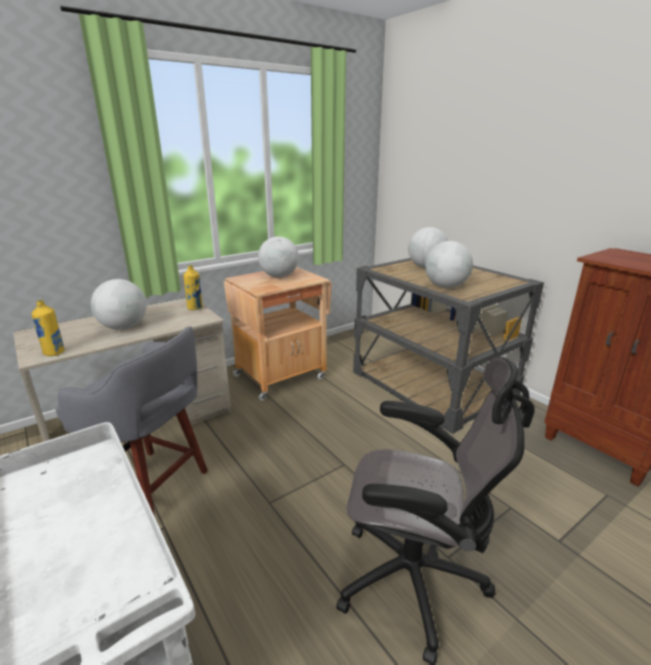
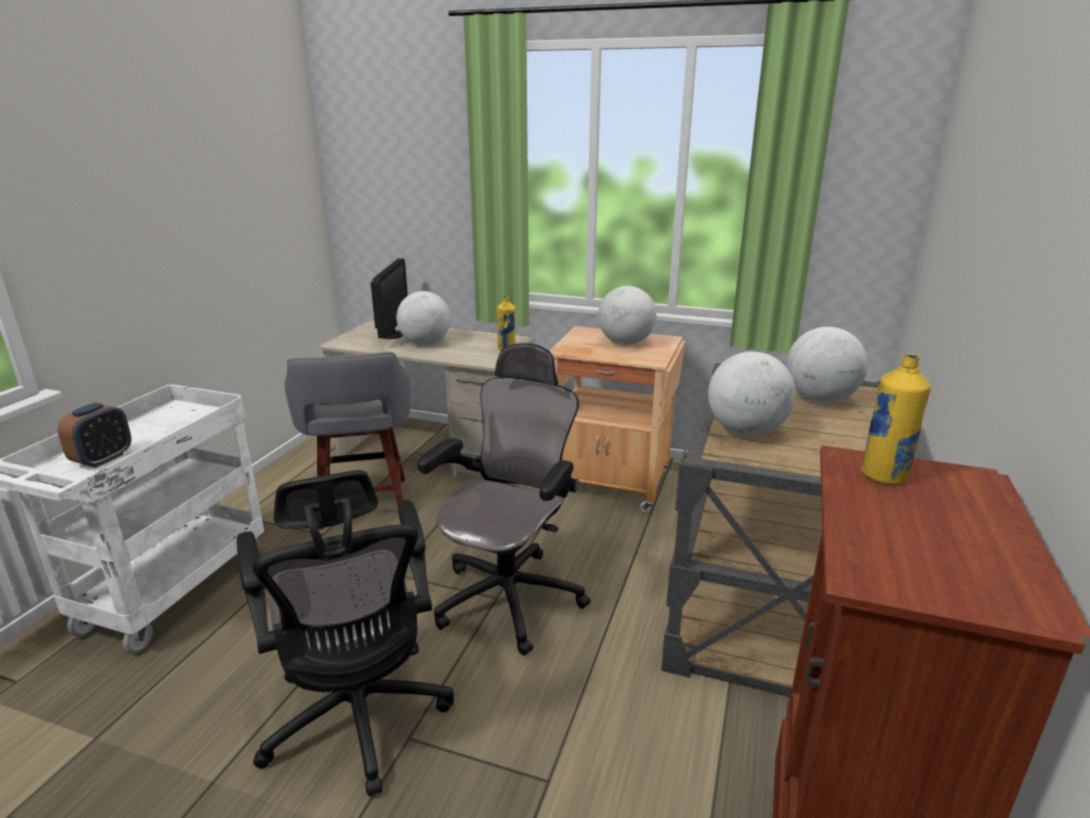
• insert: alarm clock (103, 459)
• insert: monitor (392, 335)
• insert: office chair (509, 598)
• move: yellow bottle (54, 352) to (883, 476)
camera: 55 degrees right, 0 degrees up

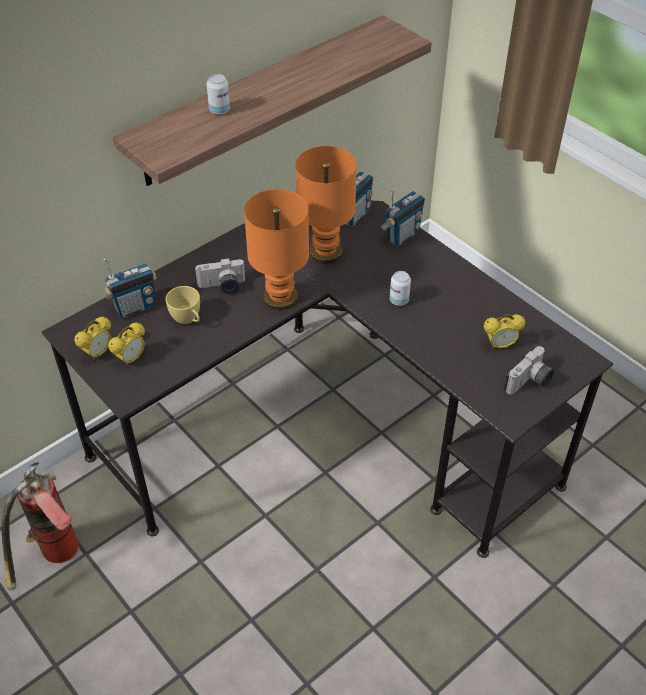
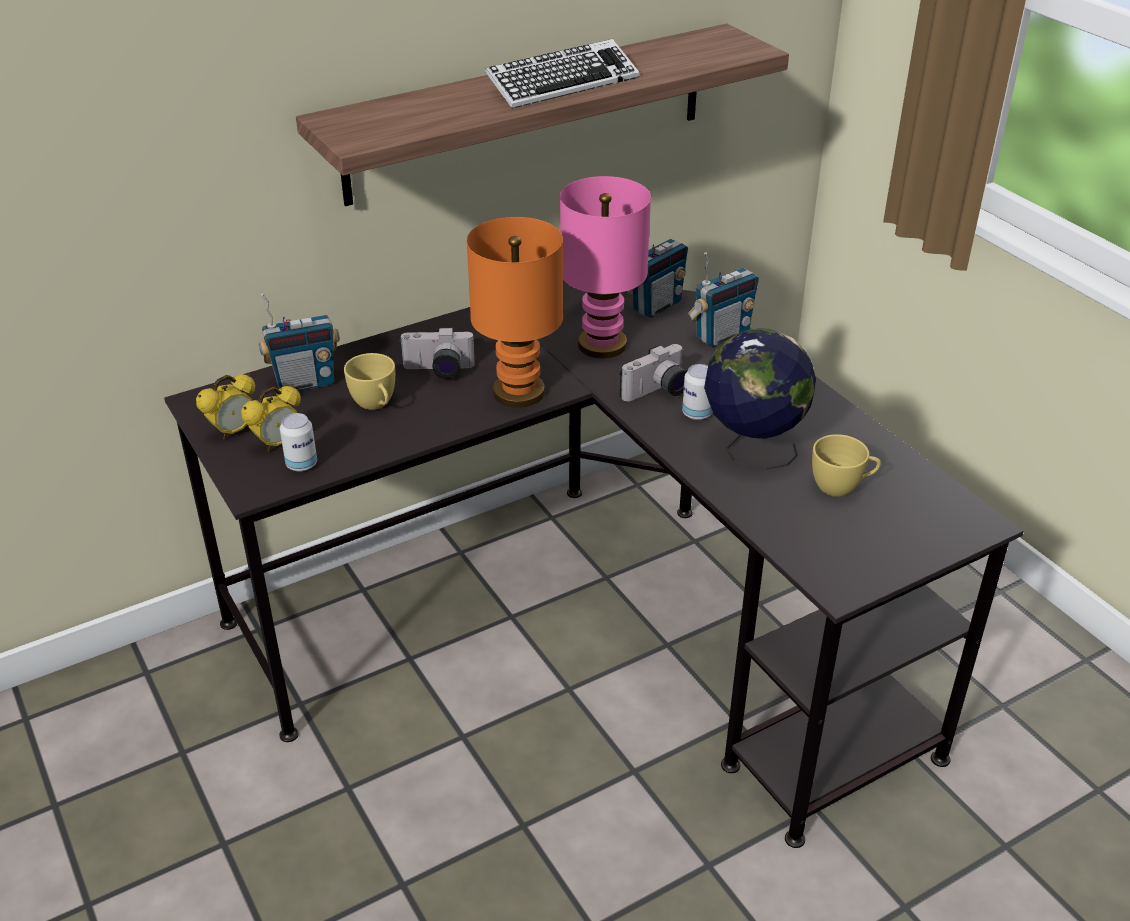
• delete: fire extinguisher (55, 560)
• insert: keyboard (562, 84)
• insert: globe (751, 451)
• move: can (219, 110) to (301, 464)
• move: photo camera (529, 382) to (658, 392)
• replace: alarm clock (500, 345) to yellow cup (842, 487)
• recolor: orange table lamp (325, 252) to pink table lamp (601, 344)
camera: 10 degrees right, 10 degrees down

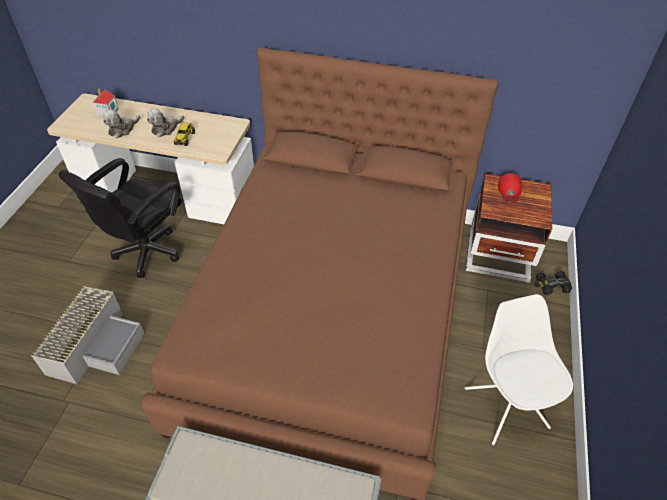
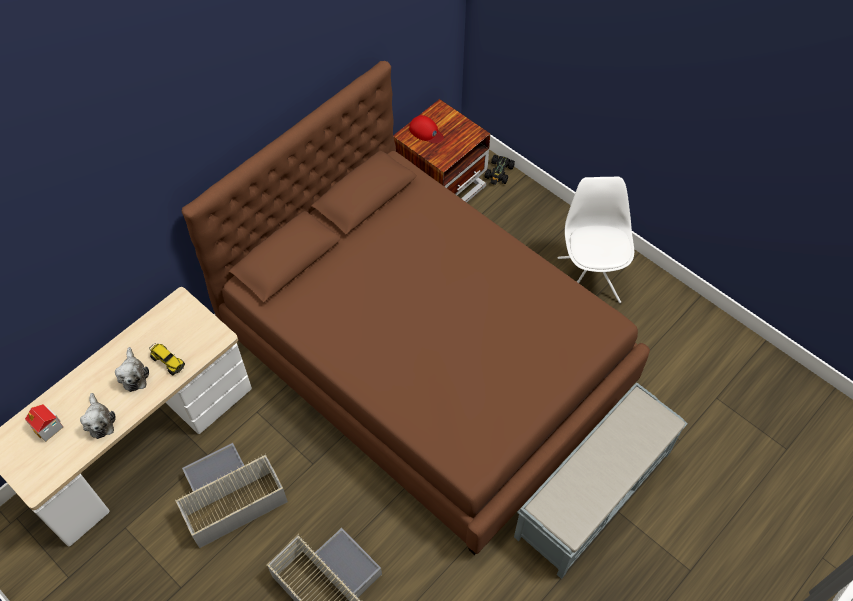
• replace: black office chair (145, 255) to grey storage box (229, 499)
• rotate: white chair (505, 406) = (588, 278) 75 degrees clockwise
camera: 60 degrees left, 10 degrees up

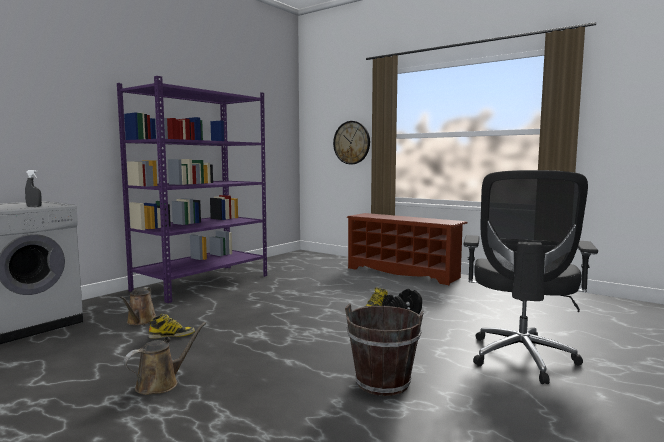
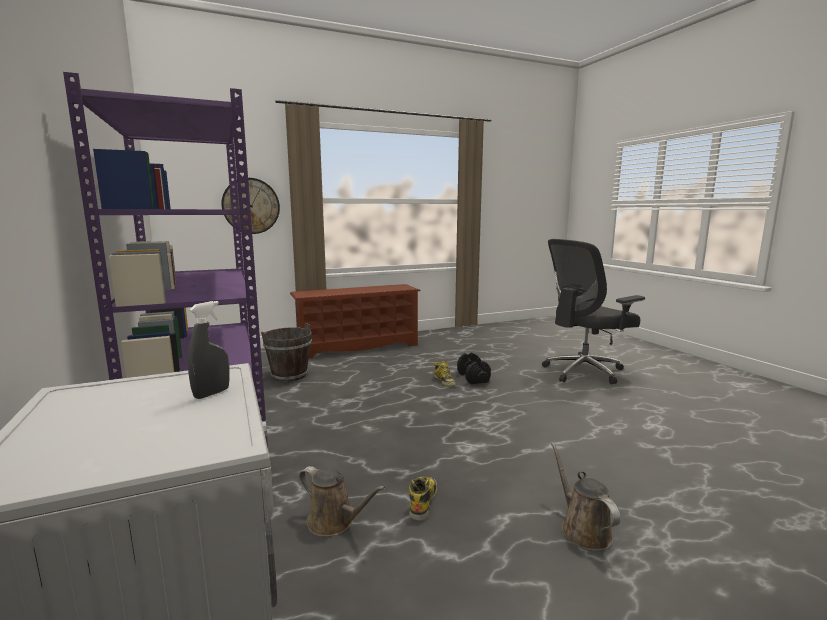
• move: brown bucket (383, 383) to (289, 375)
• rotate: office chair (521, 356) = (584, 371) 105 degrees clockwise
camera: 60 degrees left, 5 degrees up

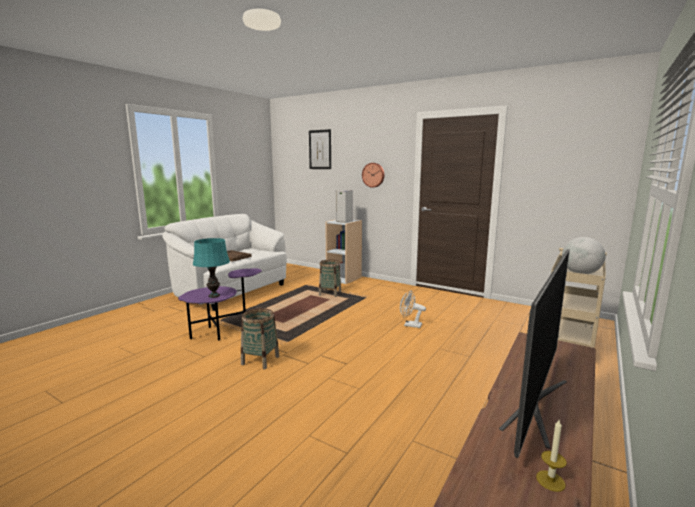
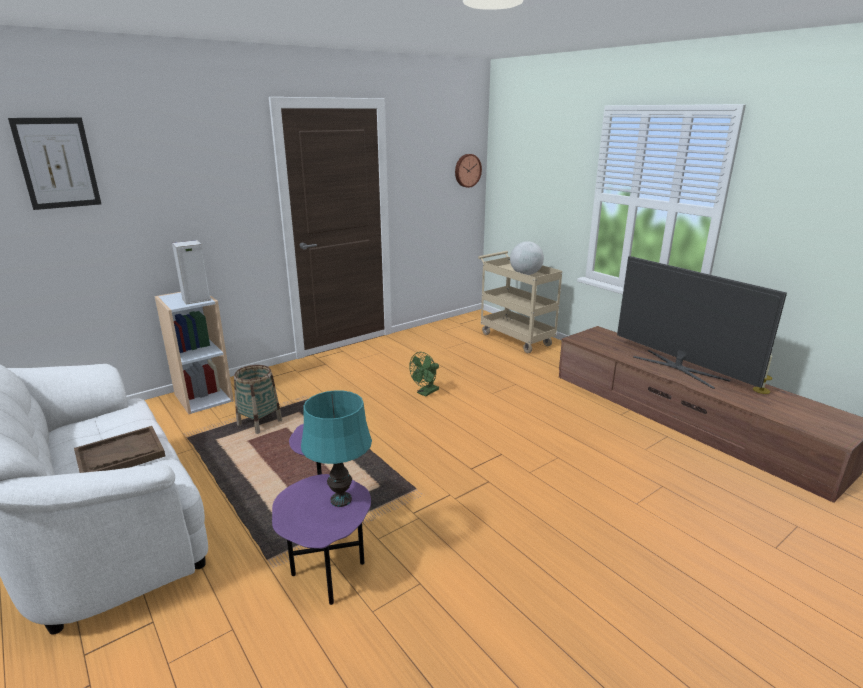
• delete: basket (260, 360)
• move: wall clock (373, 175) to (467, 170)
• recolor: white fan (410, 325) to green fan (425, 393)
camera: 70 degrees left, 10 degrees up

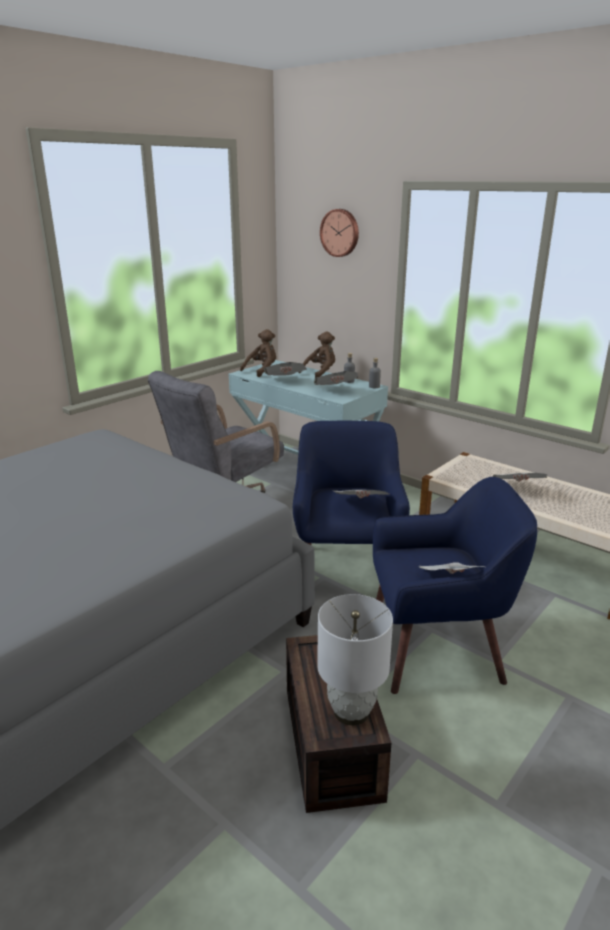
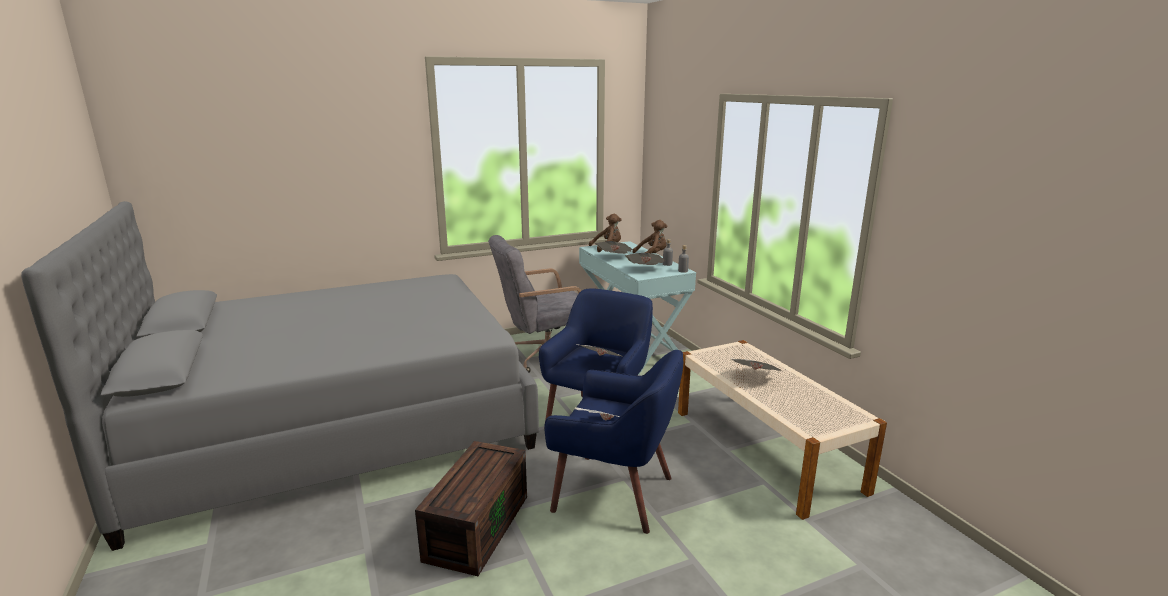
• delete: white table lamp (351, 711)
• delete: wall clock (340, 233)
camera: 25 degrees right, 5 degrees down

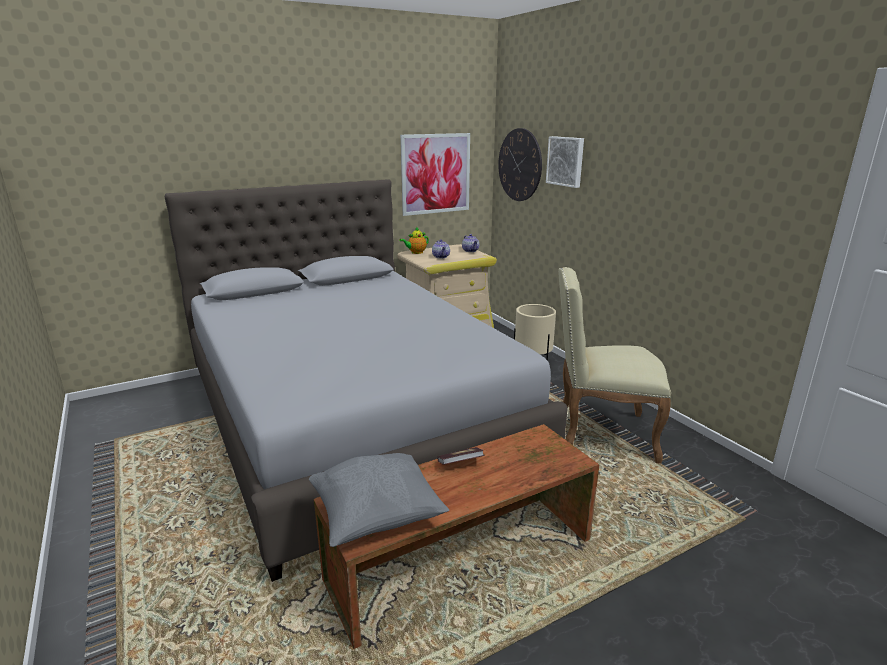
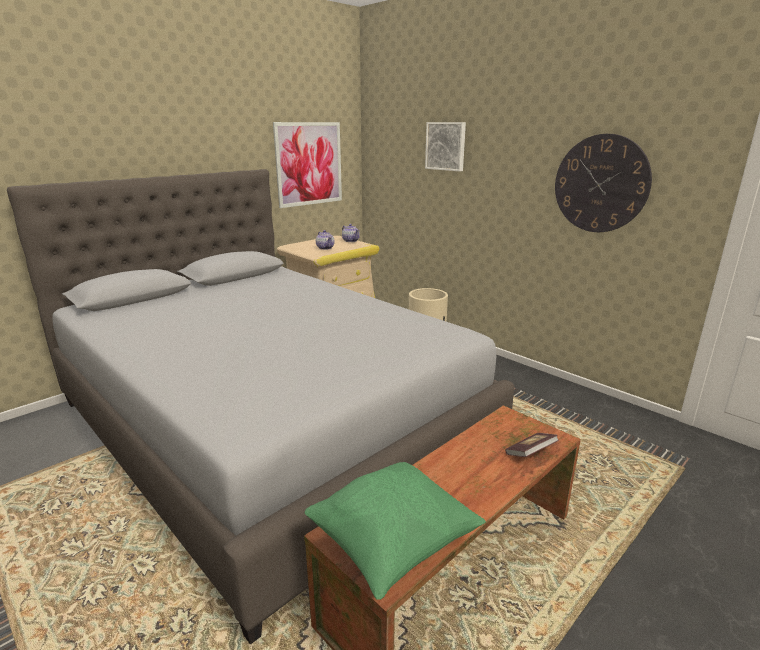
• delete: teapot (416, 252)
• delete: beige chair (602, 434)
• move: book (460, 464) to (530, 453)
• move: wall clock (520, 165) to (600, 184)
• recolor: grey pillow (376, 518) to green pillow (392, 545)
camera: 15 degrees left, 0 degrees up

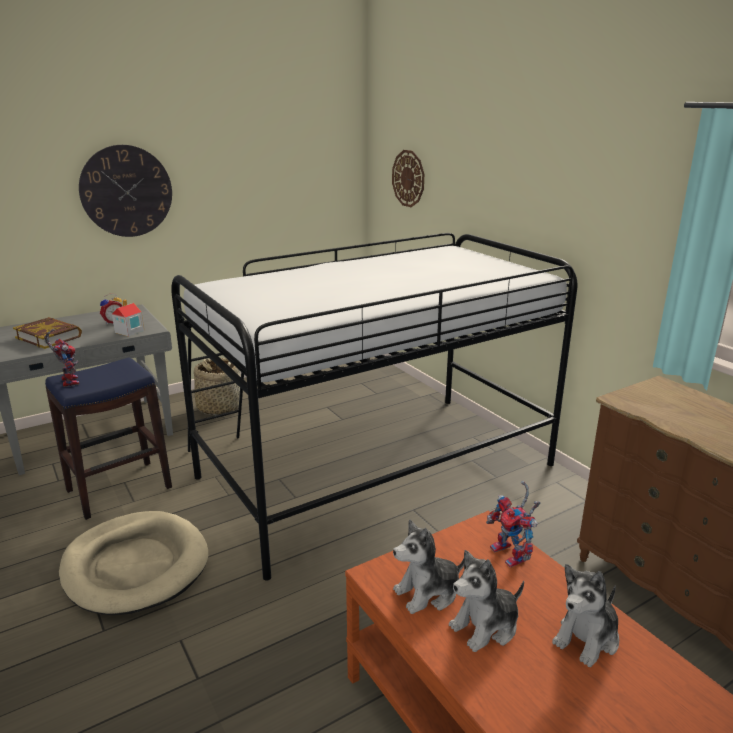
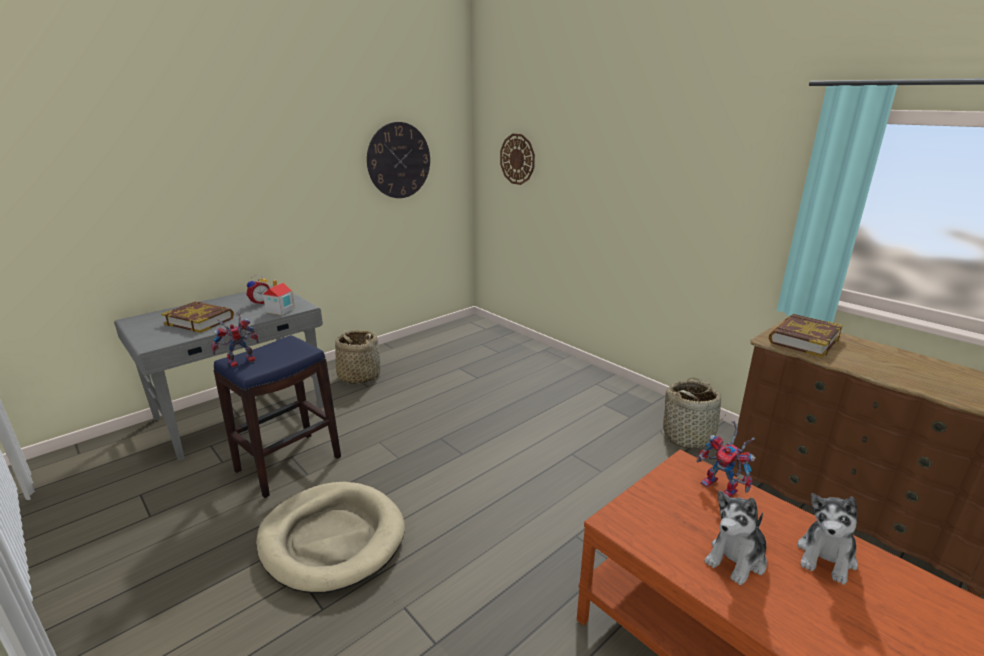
• delete: black bed (371, 470)
• delete: plush toy (428, 593)
• insert: basket (688, 436)
• insert: book (803, 340)
• move: wall clock (126, 191) to (399, 160)
• rotate: toy robot (68, 381) = (240, 363) 90 degrees counterclockwise
camera: 10 degrees left, 0 degrees up

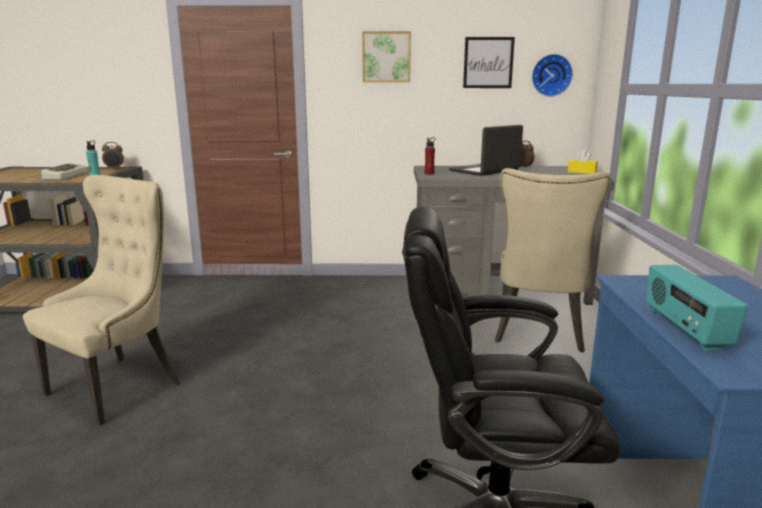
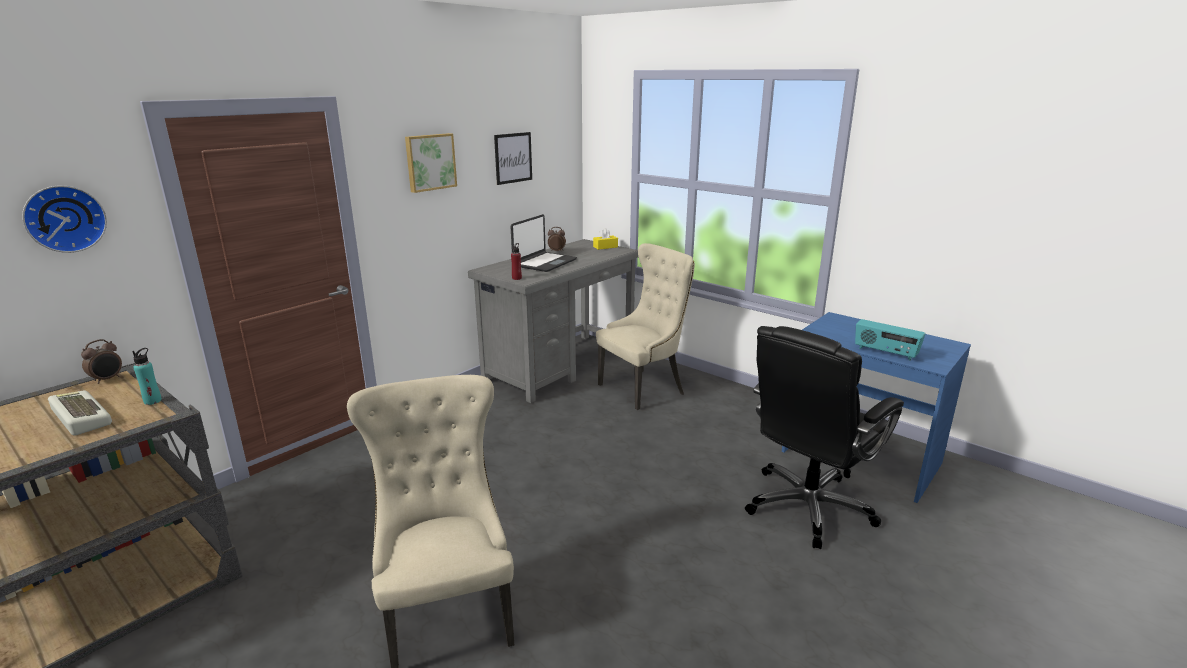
• move: wall clock (551, 75) to (64, 218)
• rotate: laptop (485, 171) = (544, 263) 150 degrees counterclockwise
• rotate: beige chair (538, 333) = (642, 388) 90 degrees counterclockwise
camera: 50 degrees left, 5 degrees up

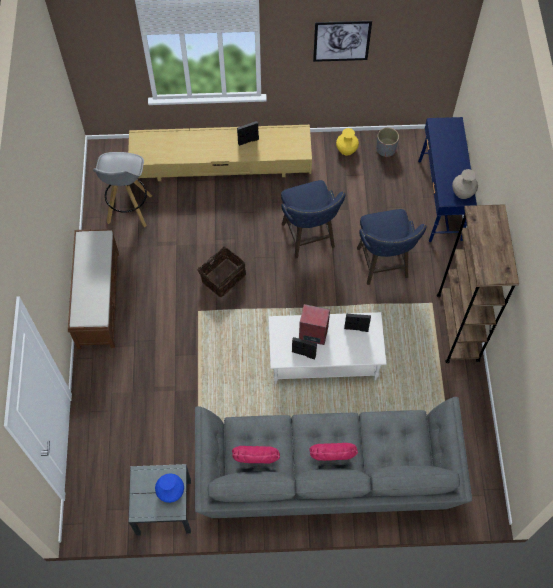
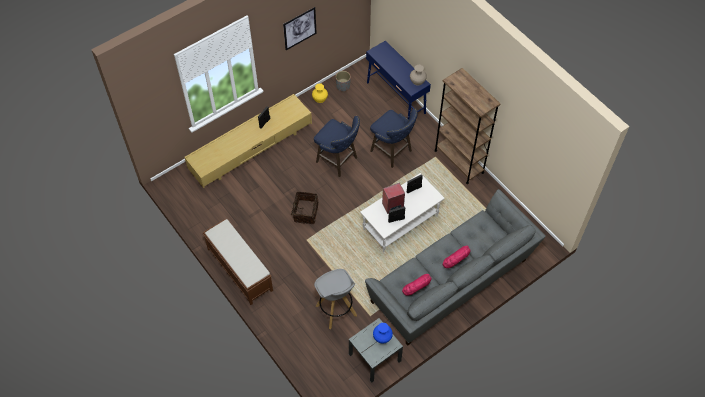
• move: grey stool (128, 210) to (336, 311)
camera: 35 degrees left, 5 degrees down

